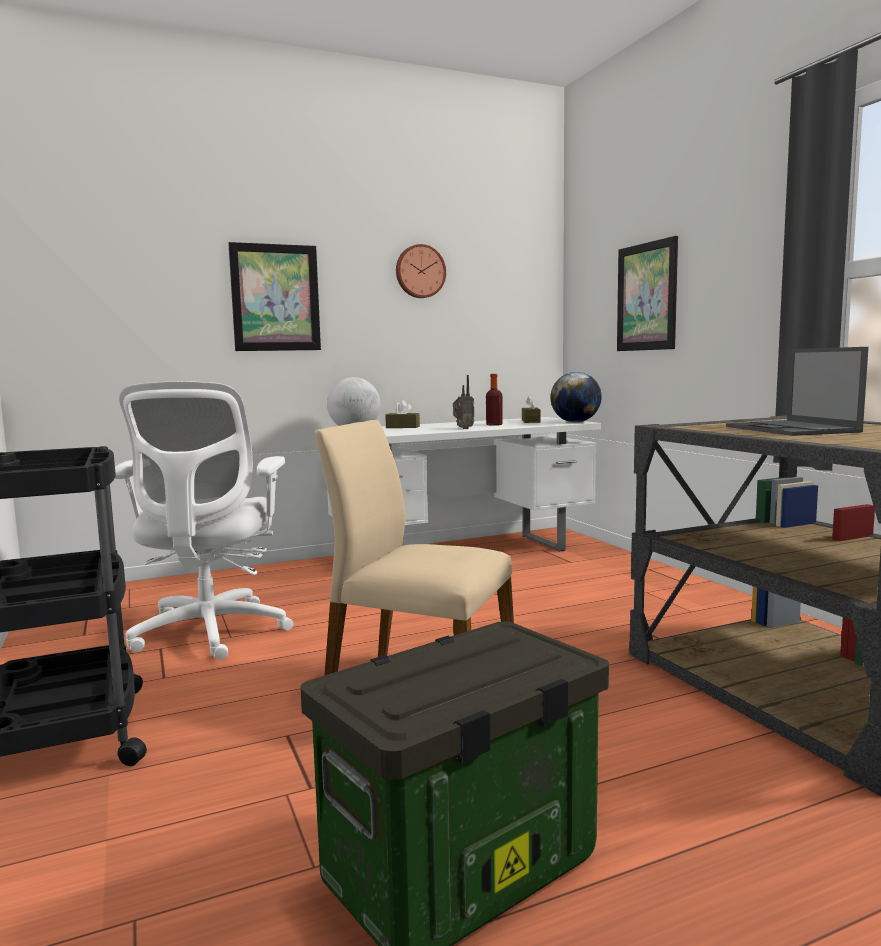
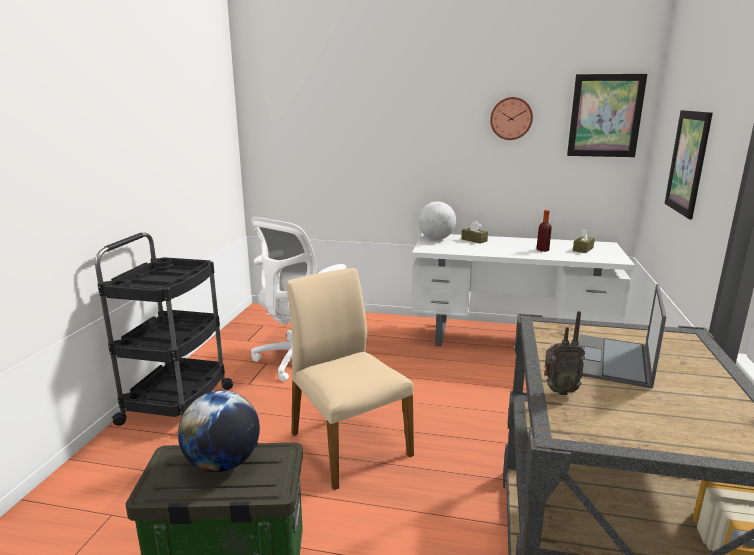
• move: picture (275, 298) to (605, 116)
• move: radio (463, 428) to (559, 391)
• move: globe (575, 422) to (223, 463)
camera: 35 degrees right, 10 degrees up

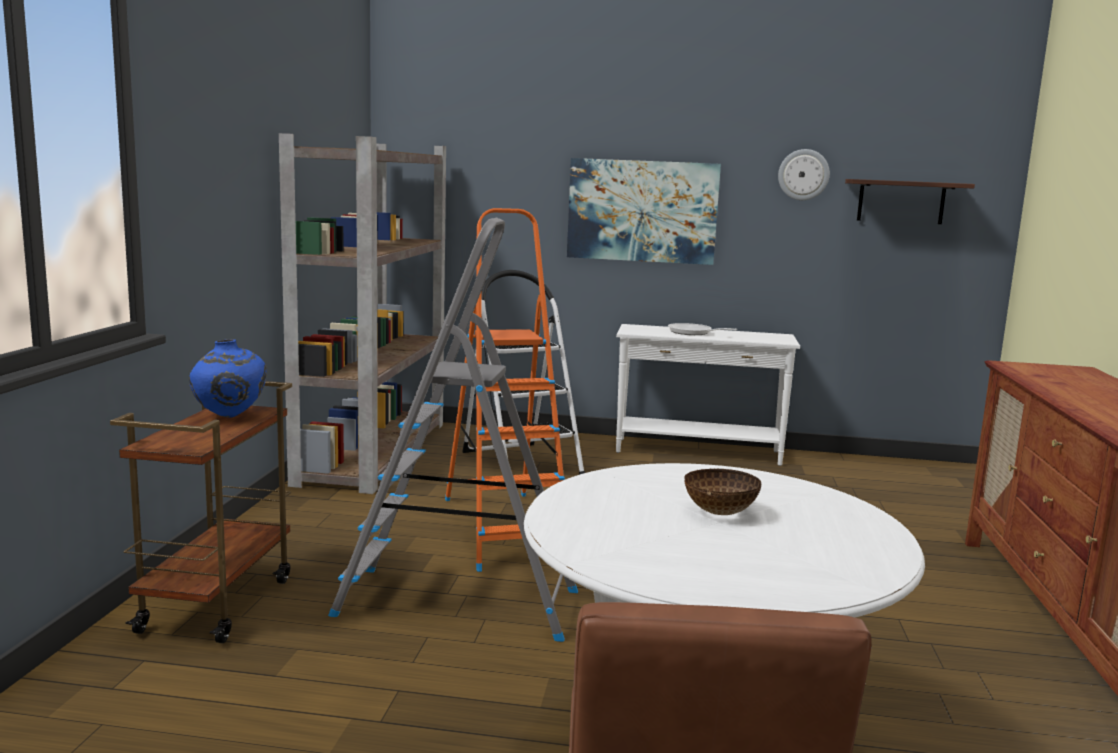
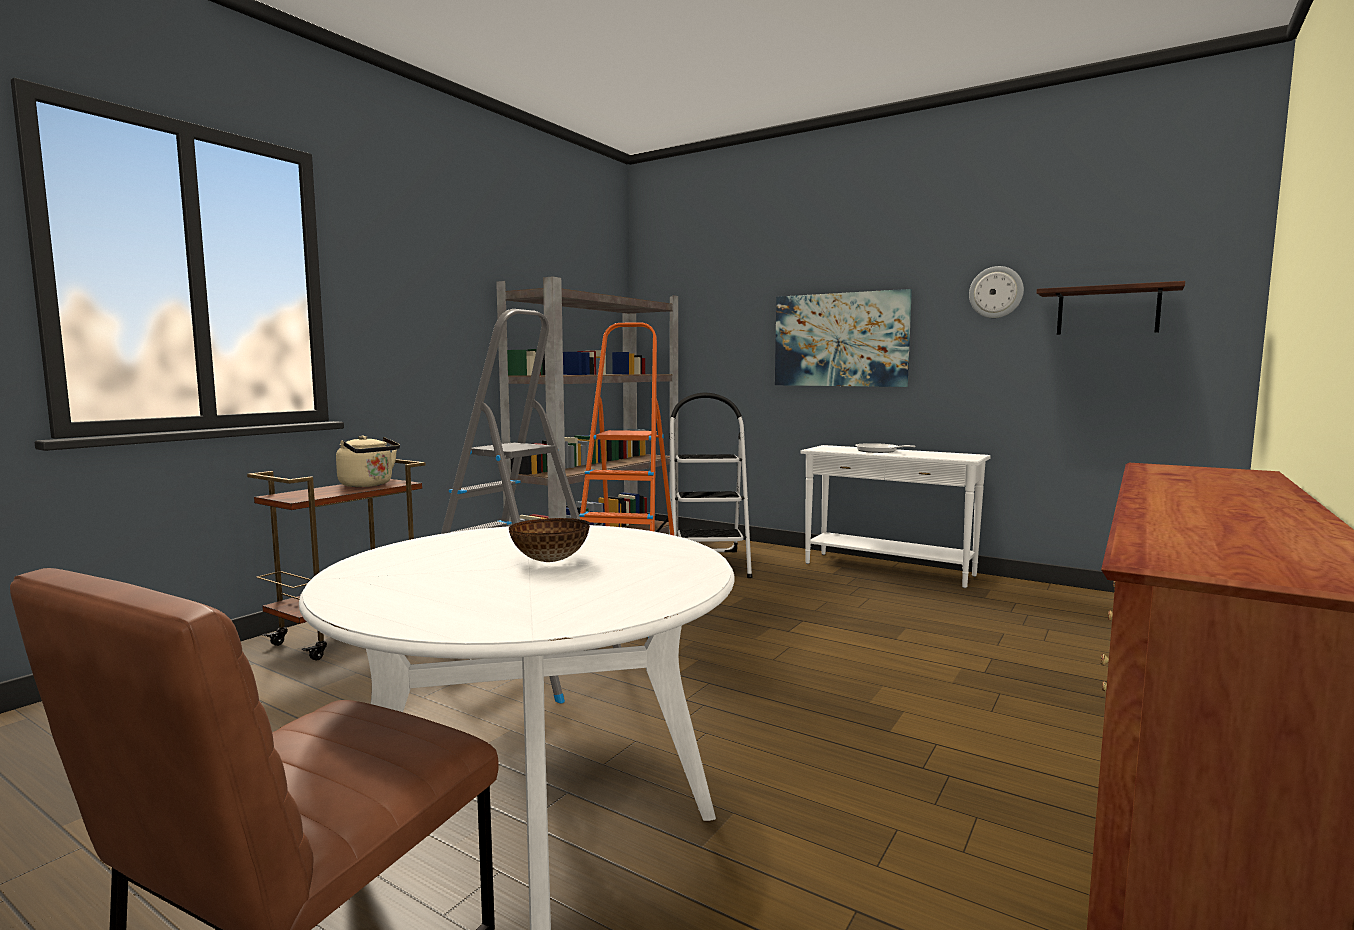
• replace: blue vase (229, 417) to beige kettle (368, 485)
camera: 25 degrees right, 5 degrees down

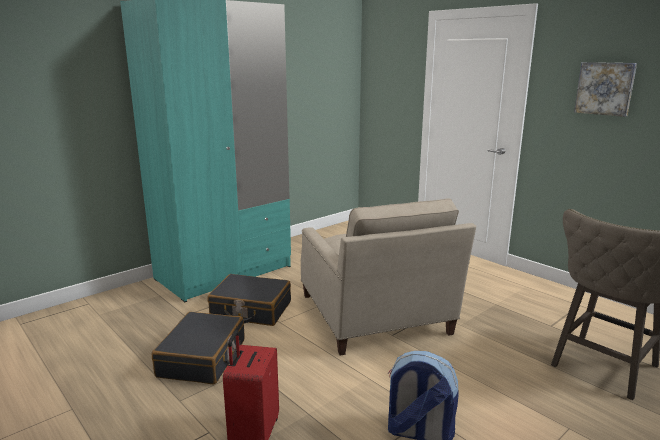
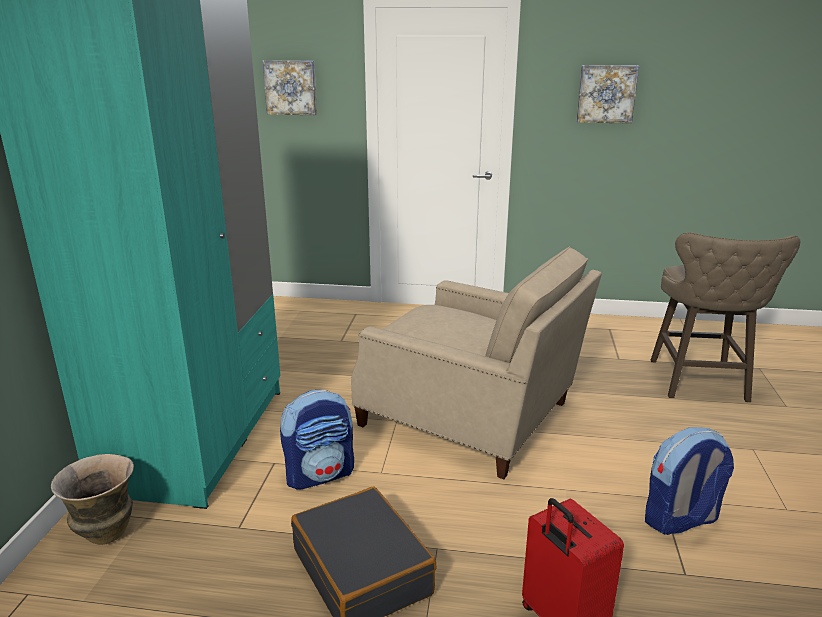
• insert: vase (105, 532)
• insert: picture (291, 87)
• replace: black suitcase (251, 310) to backpack (320, 474)
camera: 40 degrees left, 5 degrees up

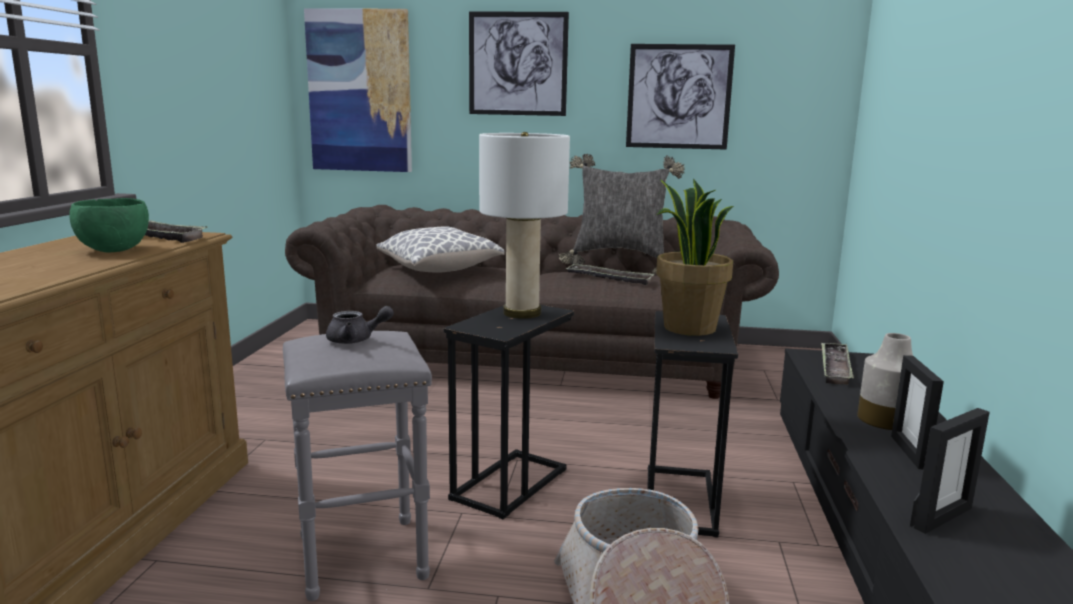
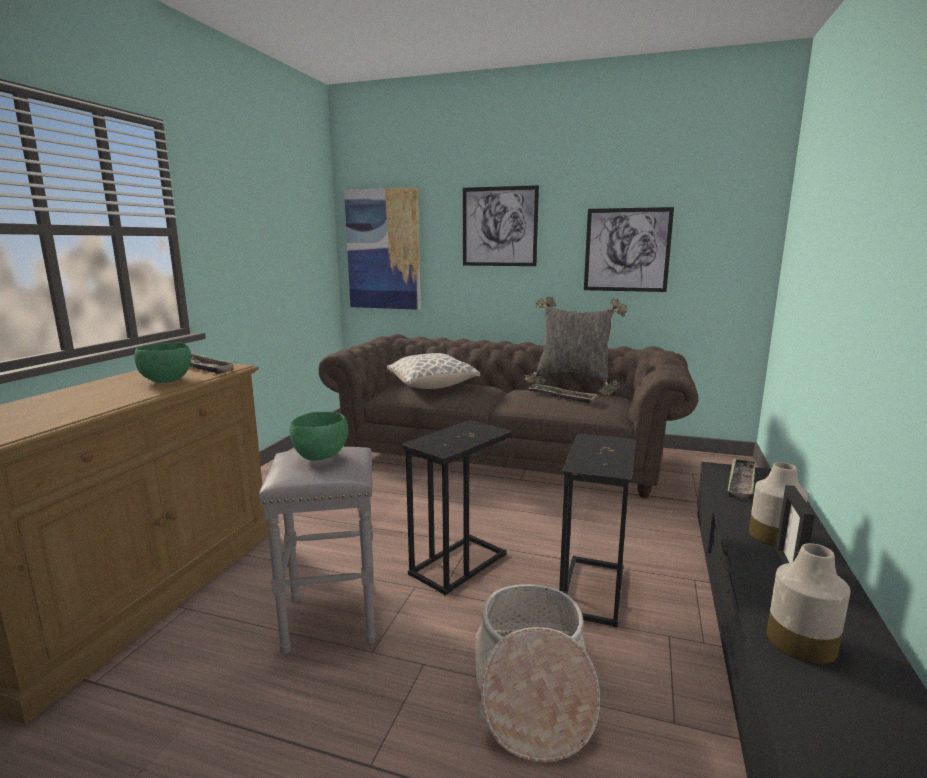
• delete: white table lamp (521, 313)
• delete: potted plant (688, 328)
• replace: grey teapot (356, 340) to green bowl (321, 457)
• replace: picture frame (941, 517) to beige vase (801, 641)
camera: 10 degrees right, 0 degrees up

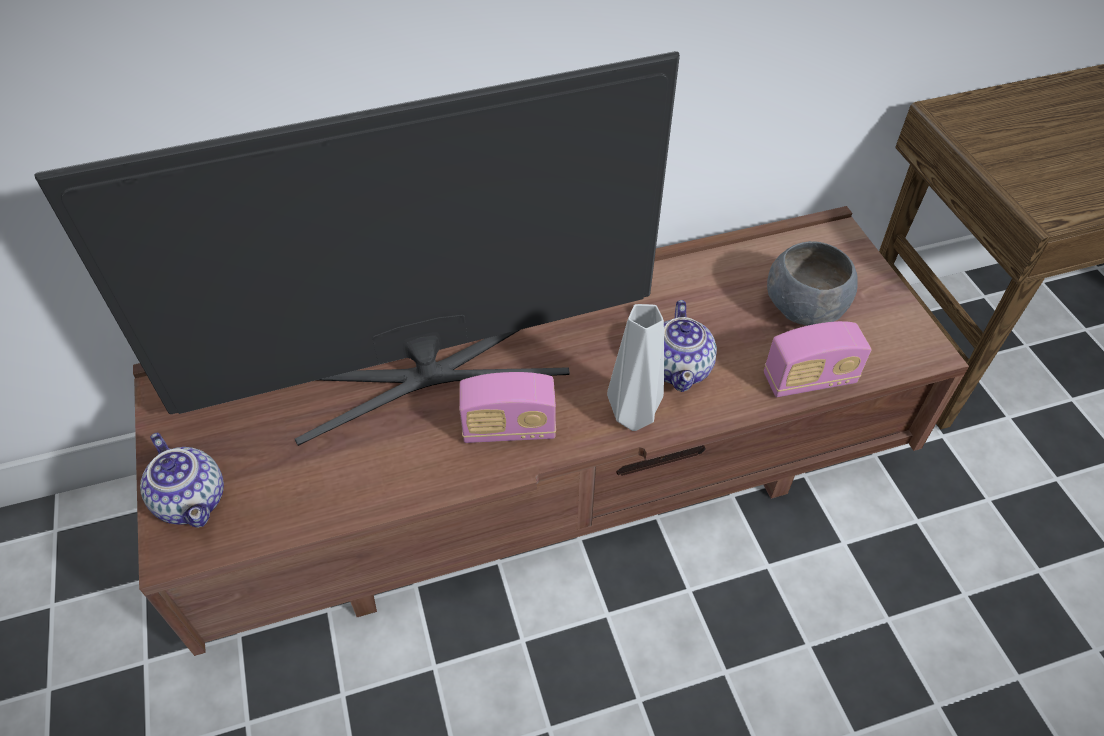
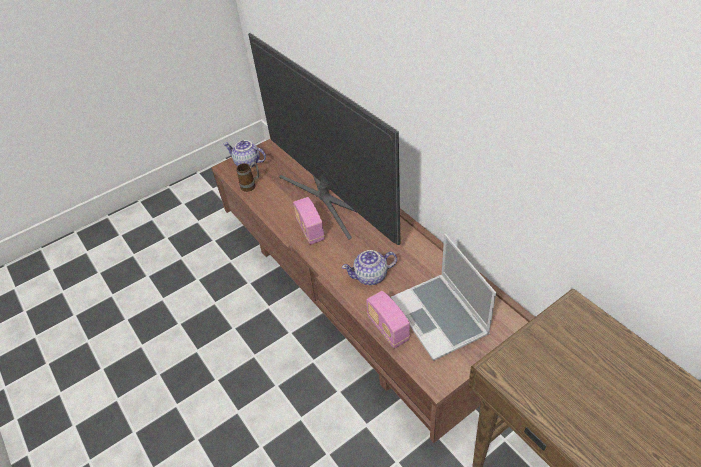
• delete: grey vase (633, 414)
• insert: mug (251, 185)
• replace: grey bowl (804, 307) to laptop (441, 317)
• rotate: teapot (194, 500) = (247, 163) 75 degrees clockwise
camera: 75 degrees right, 5 degrees down

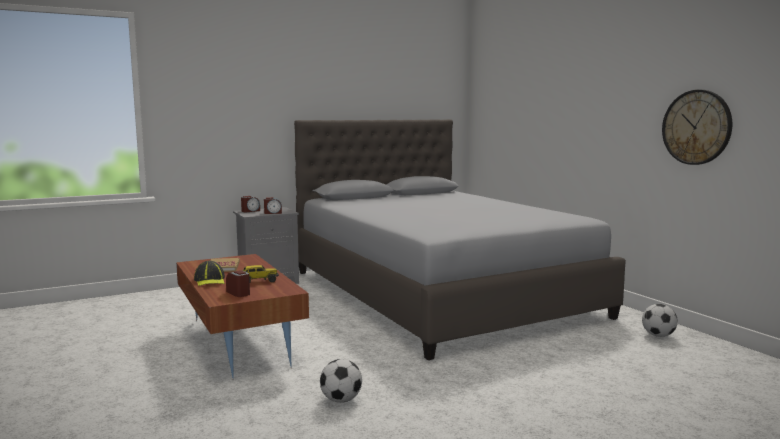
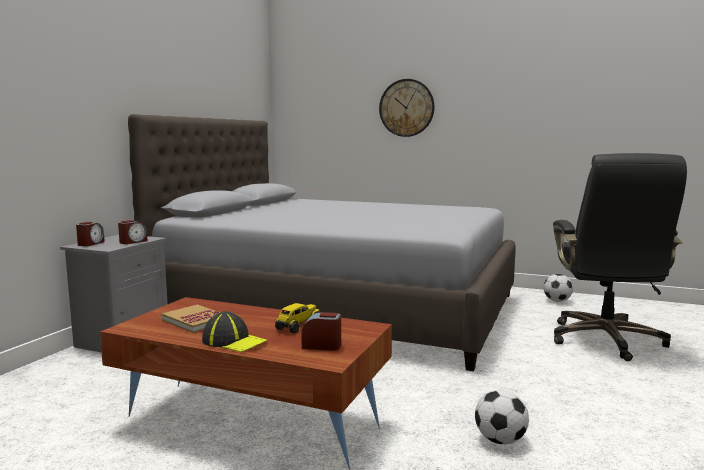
• insert: black office chair (604, 338)
• move: wall clock (696, 127) to (406, 108)
camera: 40 degrees left, 0 degrees up

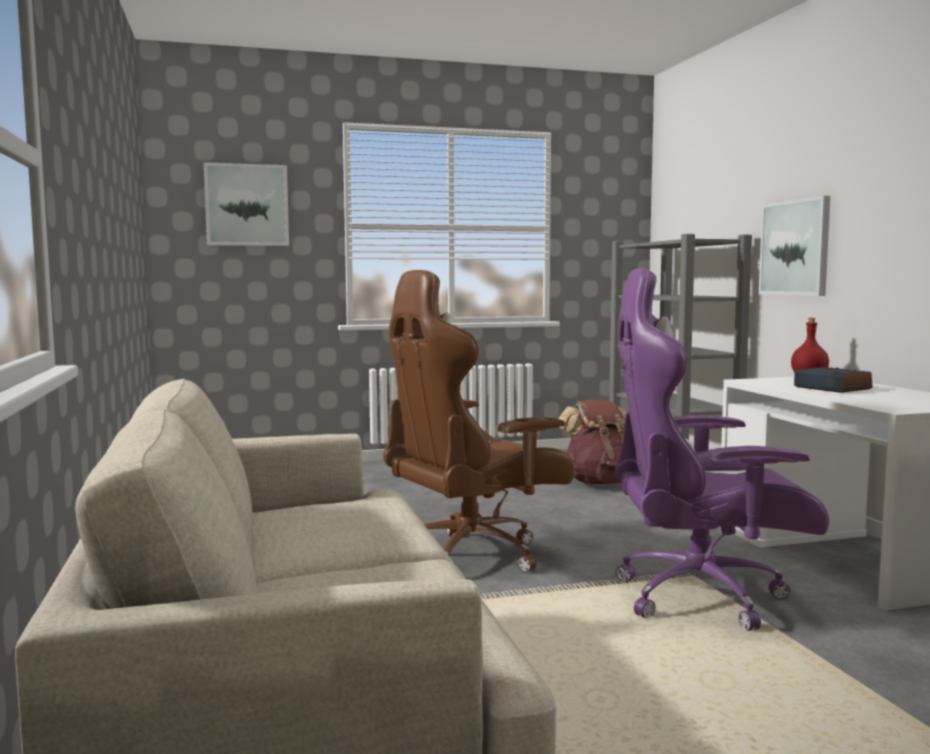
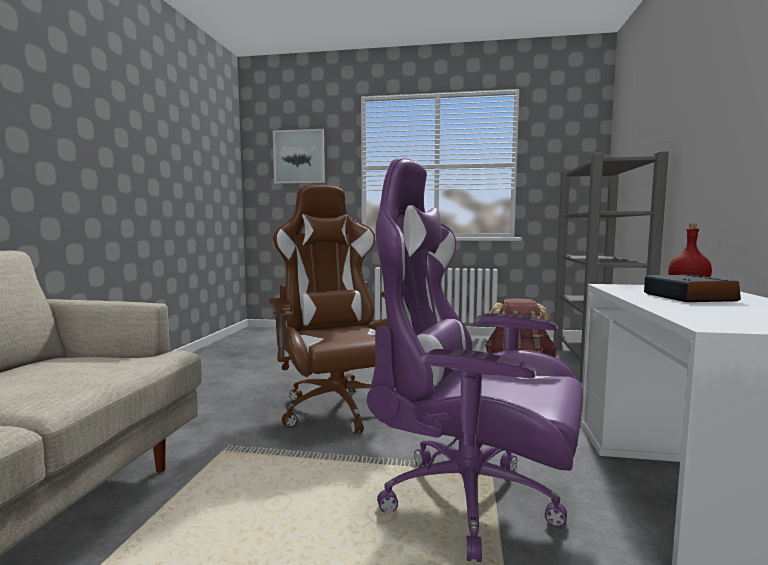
• delete: picture (795, 248)
• rotate: brown office chair (477, 553) = (340, 412) 75 degrees clockwise
camera: 25 degrees right, 0 degrees up

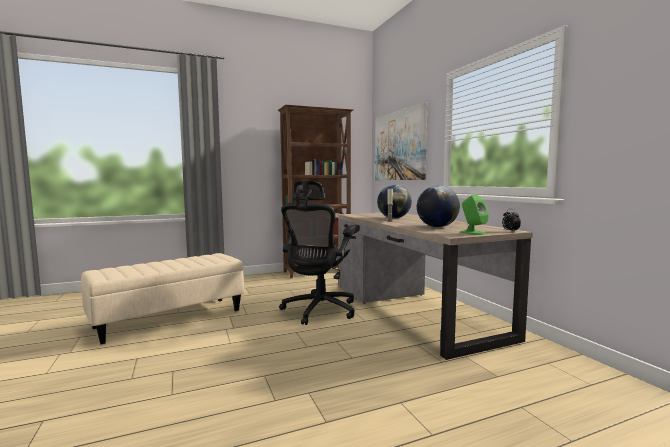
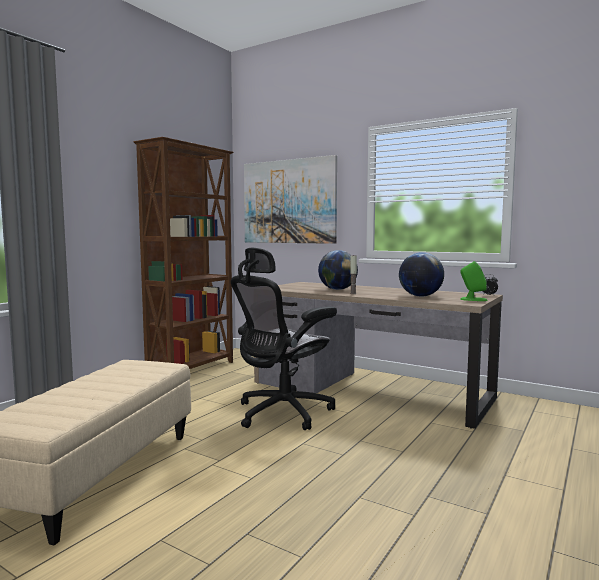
• rotate: office chair (320, 310) = (283, 413) 60 degrees clockwise
camera: 35 degrees left, 0 degrees up

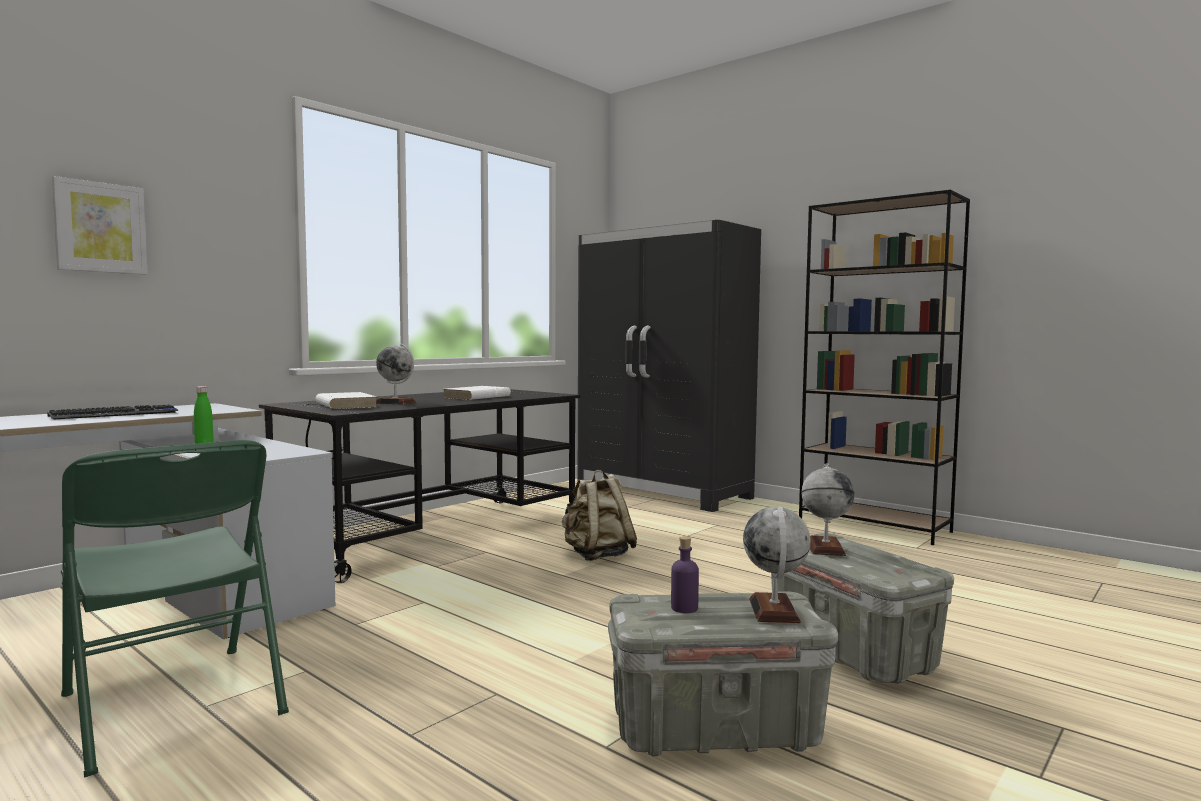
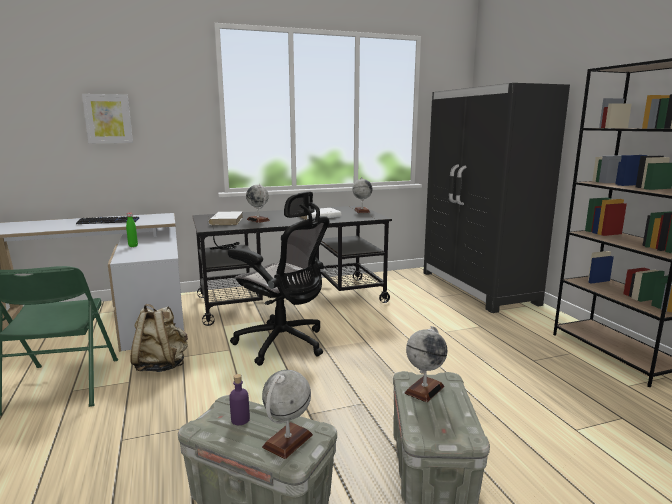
• insert: office chair (282, 343)
• insert: globe (362, 211)
• move: beige backpack (597, 556) to (161, 365)
camera: 30 degrees right, 10 degrees up

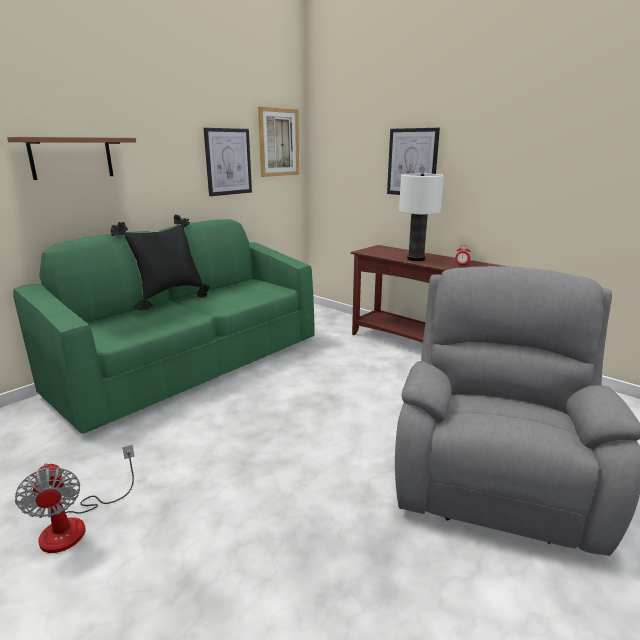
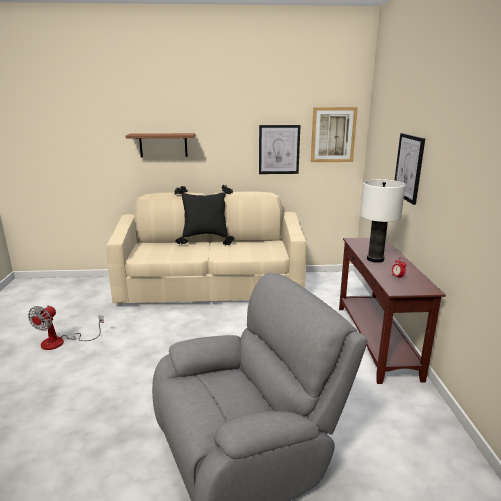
• recolor: green sofa (193, 365) to beige sofa (211, 289)
camera: 45 degrees right, 0 degrees up

